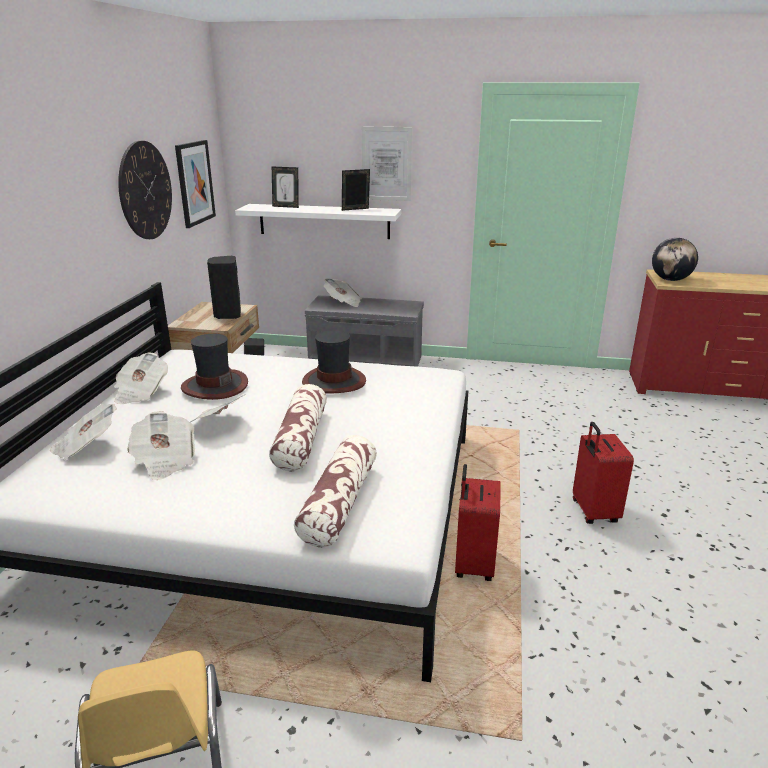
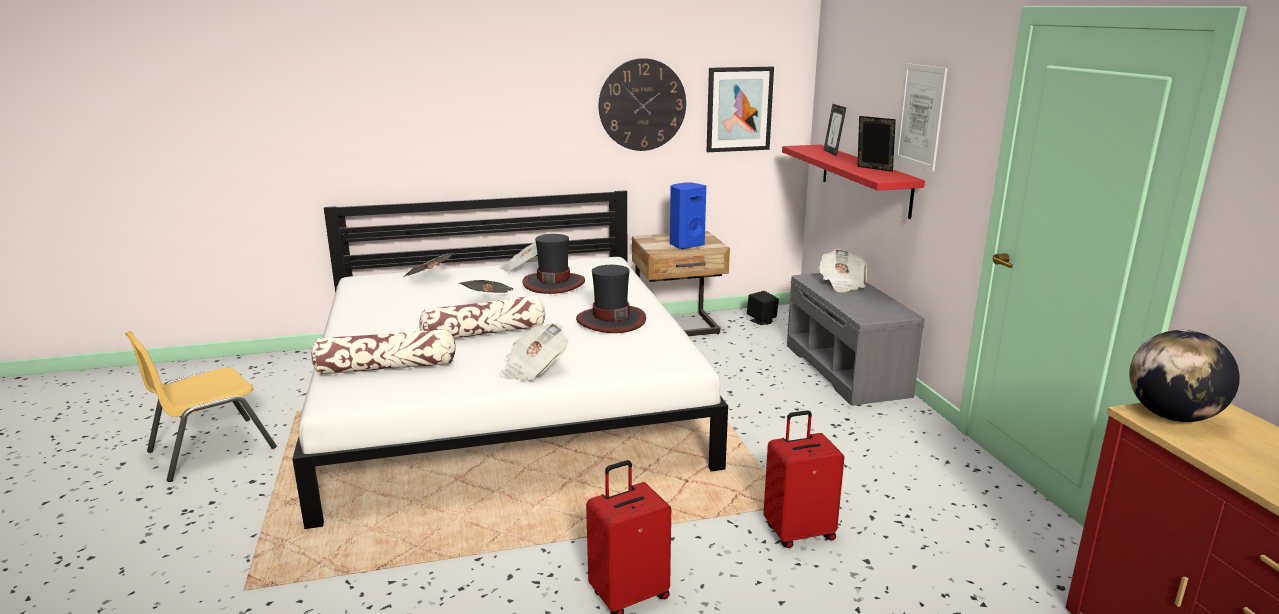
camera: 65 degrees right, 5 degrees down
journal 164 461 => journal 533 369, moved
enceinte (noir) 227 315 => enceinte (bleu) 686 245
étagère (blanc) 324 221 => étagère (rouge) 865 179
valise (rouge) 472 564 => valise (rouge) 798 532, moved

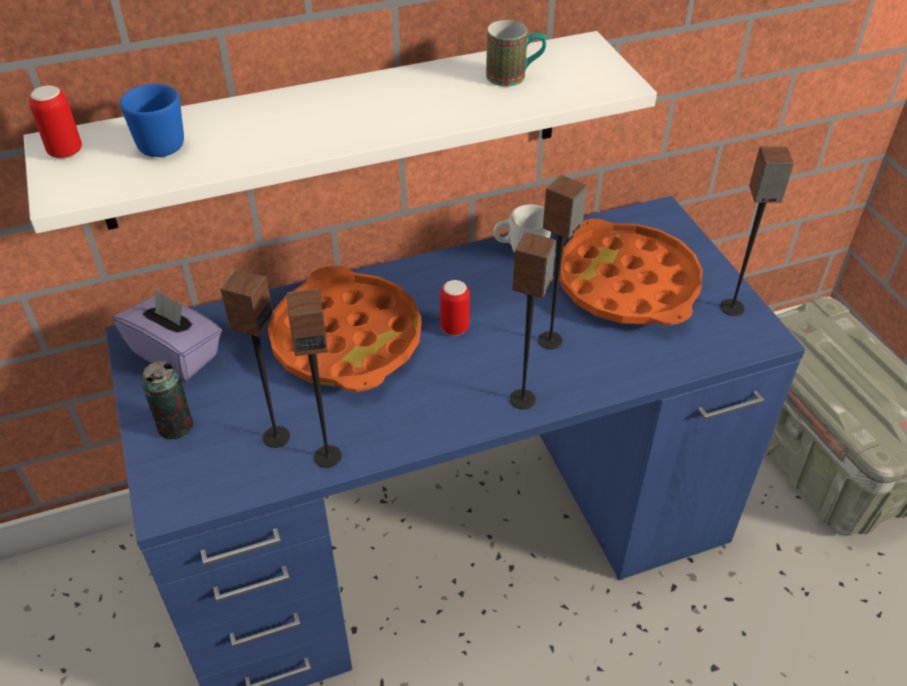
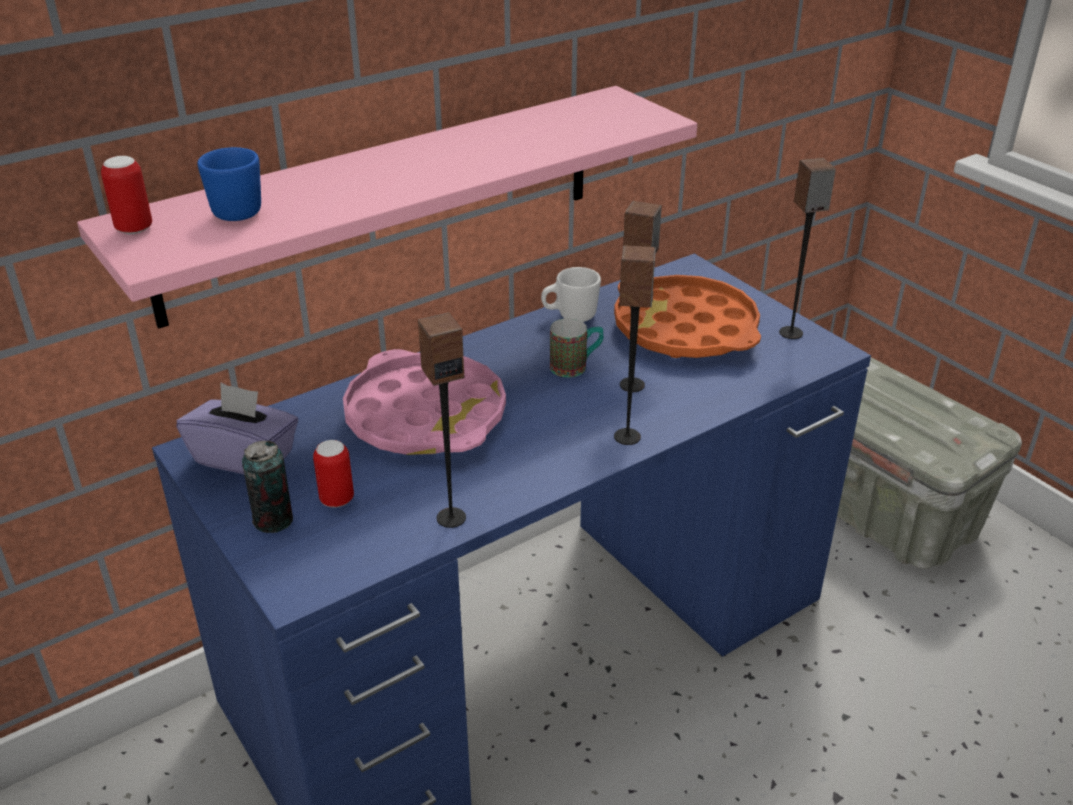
camera: 15 degrees left, 10 degrees down
étagère (blanc) 336 130 => étagère (rose) 385 201
enceinte 276 437 => nothing
plateau (orange) 347 339 => plateau (rose) 426 416
boîte métallique 454 328 => boîte métallique 337 499, moved
mug 514 77 => mug 576 366, moved

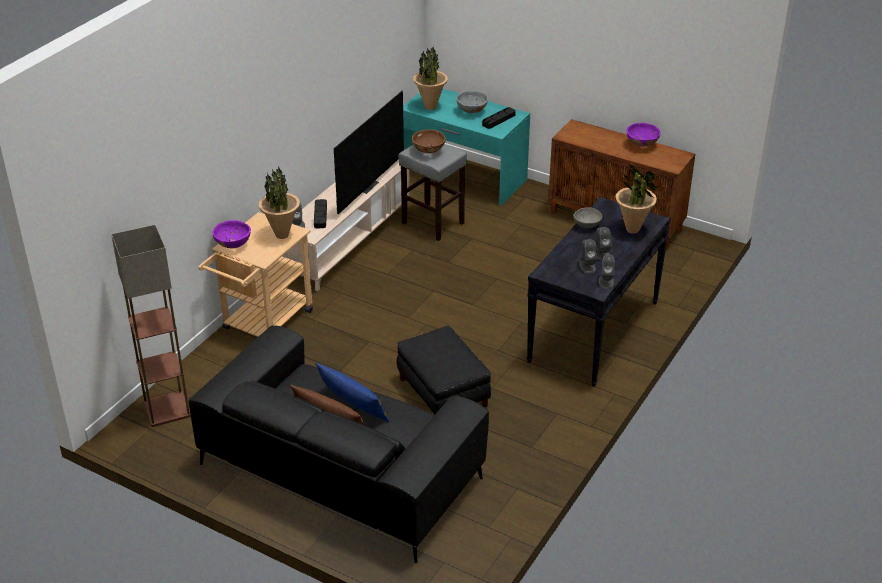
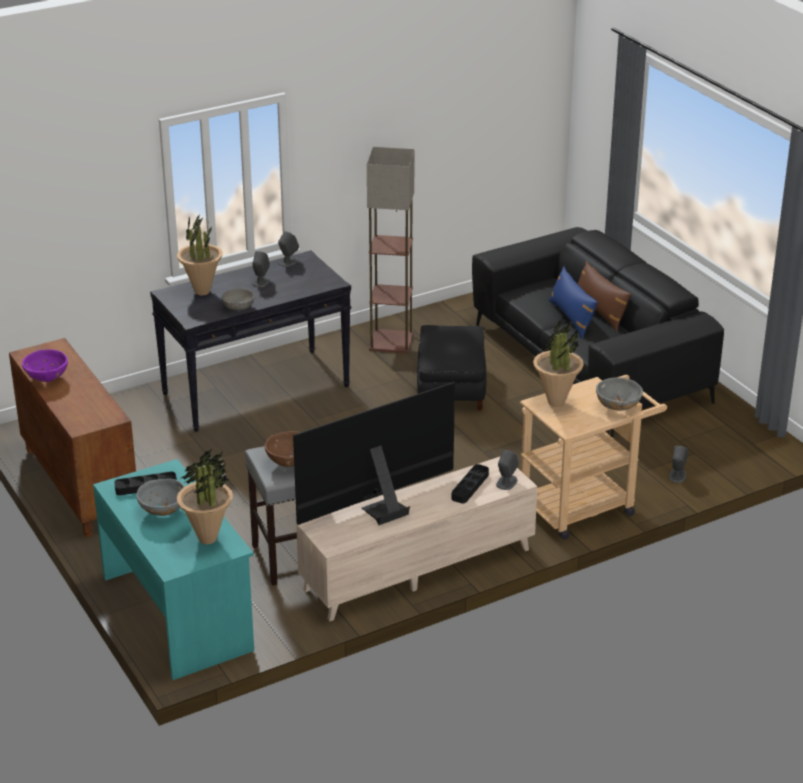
camera: 150 degrees left, 5 degrees down
lampadaire 166 410 => lampadaire 392 341, moved
bol (violet) 233 245 => bol (gris) 617 408
enceinte (gris) 587 266 => enceinte (gris) 677 475, moved

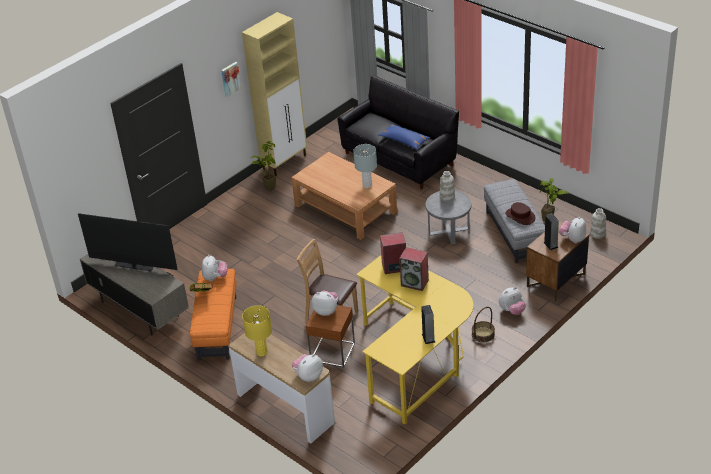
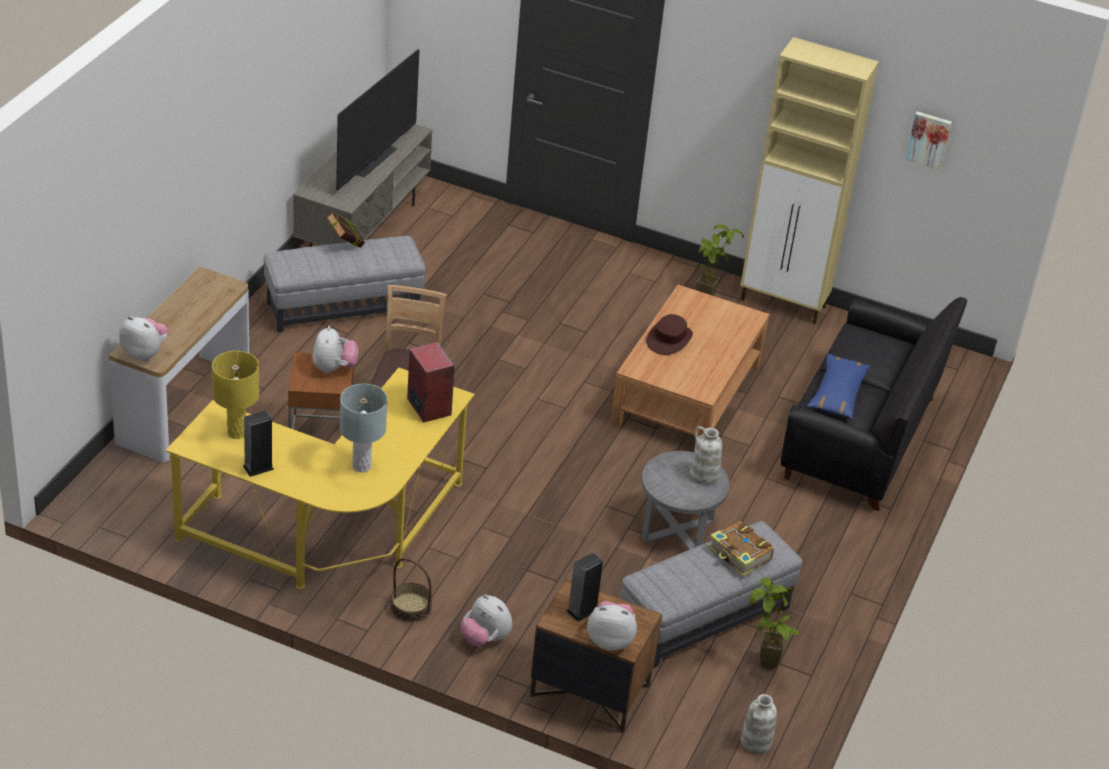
camera: 65 degrees right, 0 degrees up
téléviseur 134 266 => téléviseur 375 161, 150 degrees counterclockwise
pouf (orange) 217 327 => pouf (gris) 343 307
peluche 215 278 => nothing
tableau 230 78 => tableau 929 139, moved
lampe de table (jaune) 262 352 => lampe de table (jaune) 237 433, moved
lampe de table (gris) 367 185 => lampe de table (gris) 362 466, moved
enceinte 415 282 => nothing
chapeau (marron) 520 216 => chapeau (marron) 669 339, moved
nothing => livre 739 556

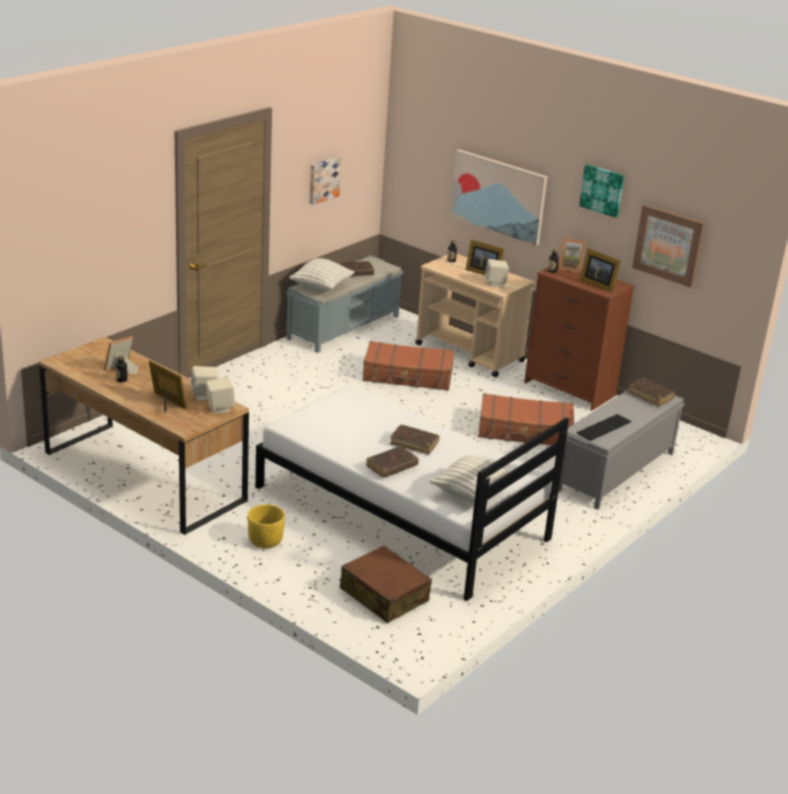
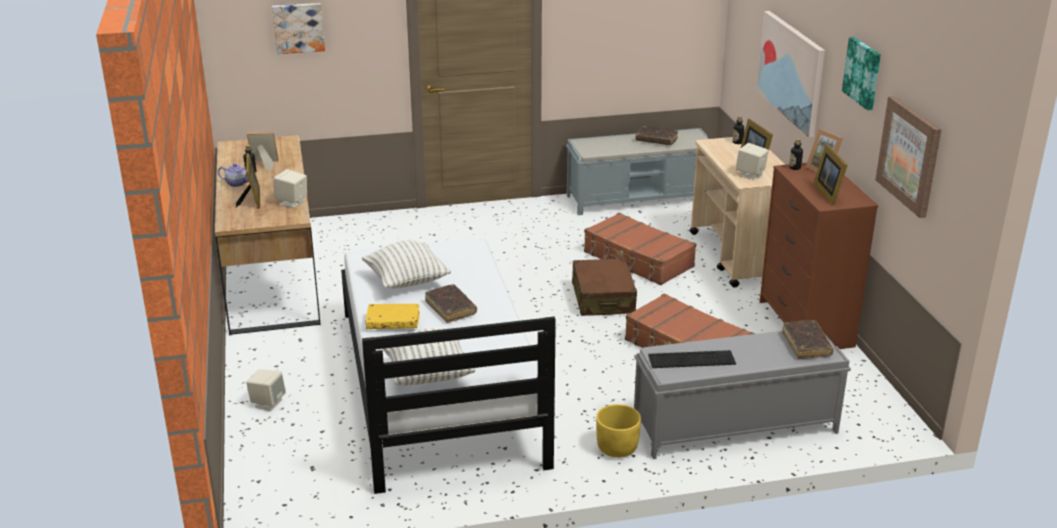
camera: 40 degrees right, 0 degrees up
enceinte (beige) 220 408 => enceinte (beige) 268 403, moved
cache-pot (jaune) 265 541 => cache-pot (jaune) 617 448, moved
coussin 321 287 => coussin 407 282, moved
tableau 323 179 => tableau 298 27, moved
valise (marron) 384 595 => valise (marron) 603 298, moved
livre (marron) 392 467 => livre (jaune) 393 322
nothing => théière 237 183

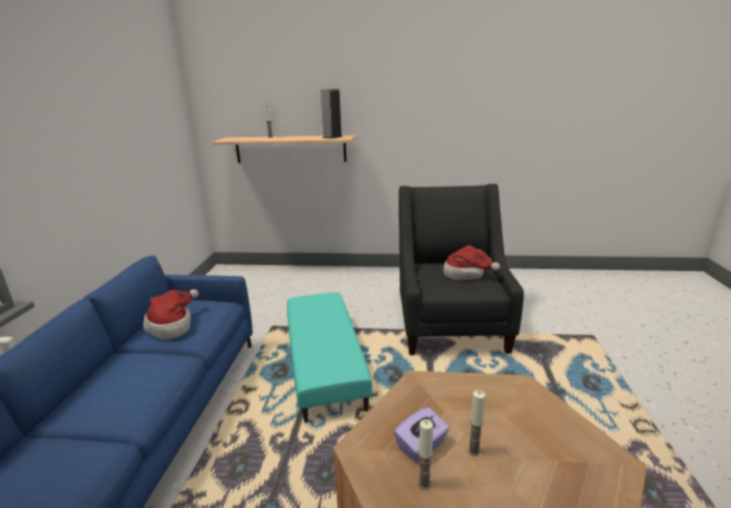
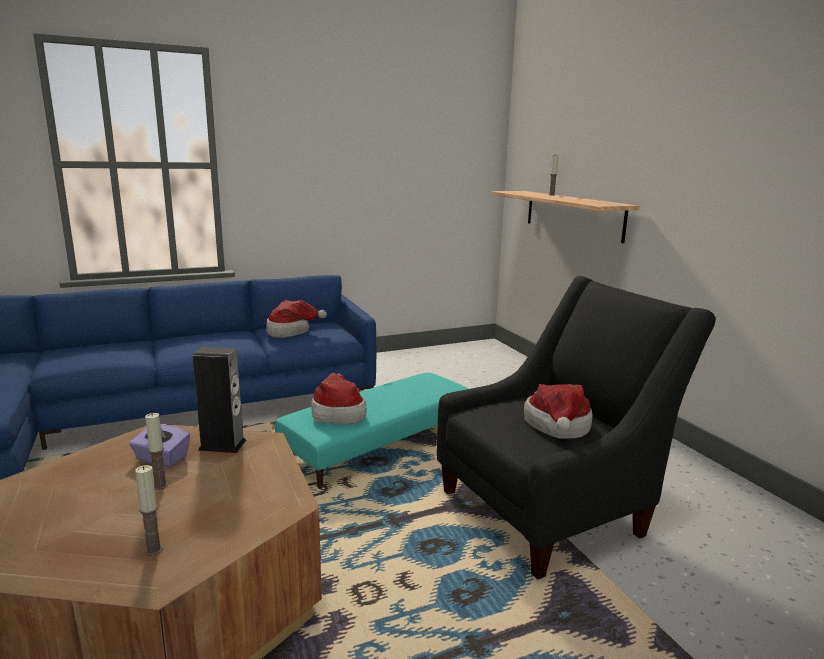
camera: 60 degrees right, 5 degrees down
enceinte 332 137 => enceinte 222 445, moved
bougie 424 483 => bougie 154 550, moved
nothing => chapeau 338 413

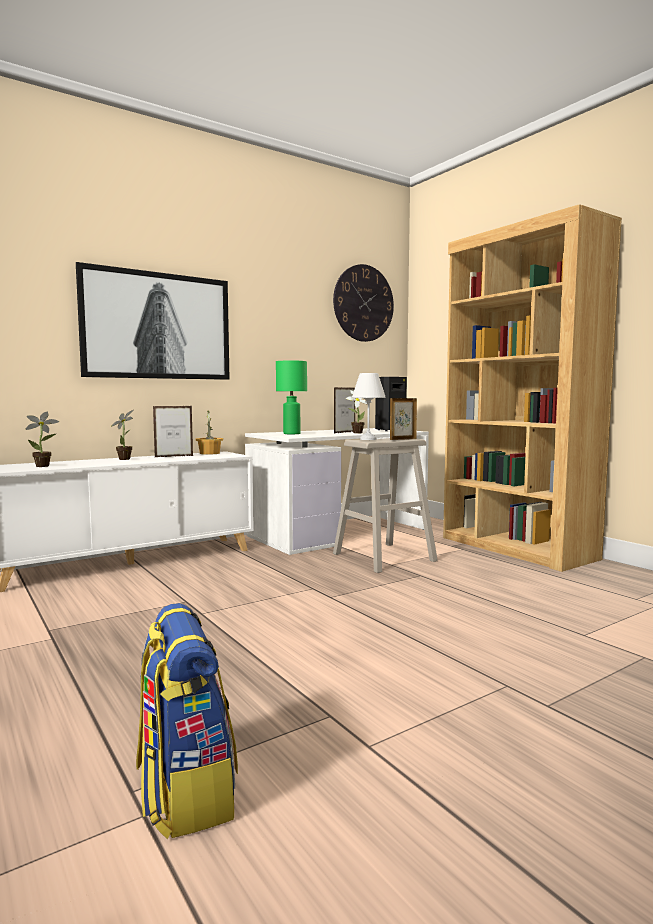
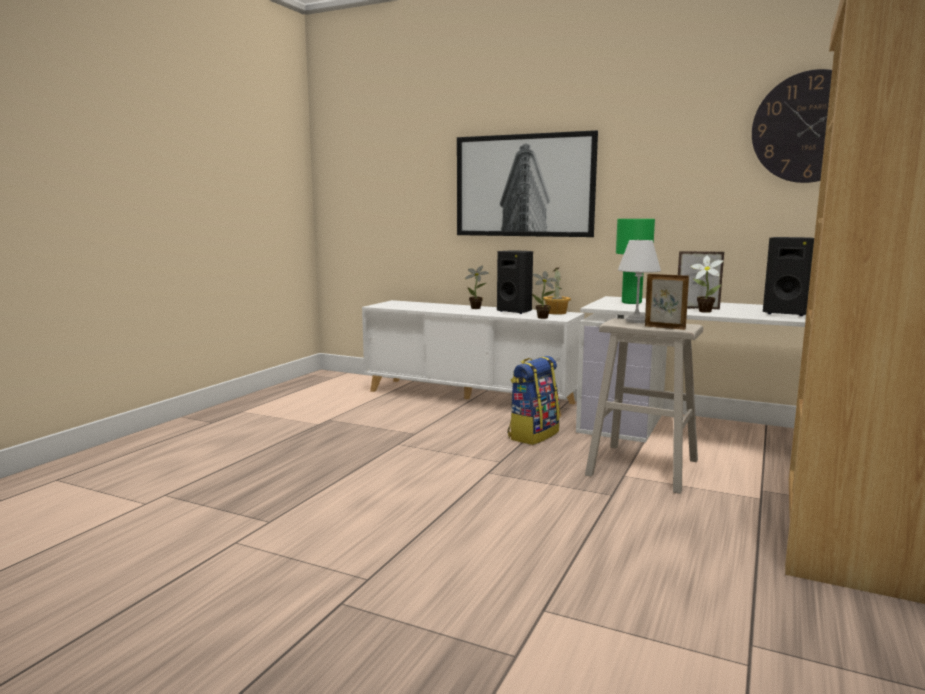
camera: 60 degrees right, 5 degrees up
plante en pot 45 466 => plante en pot 544 318, moved
sac à dos 185 791 => sac à dos 533 435, moved
cadre photo 174 456 => enceinte (noir) 515 311

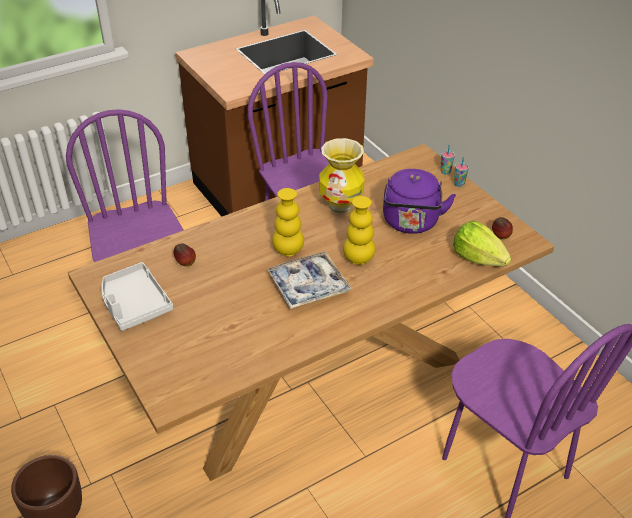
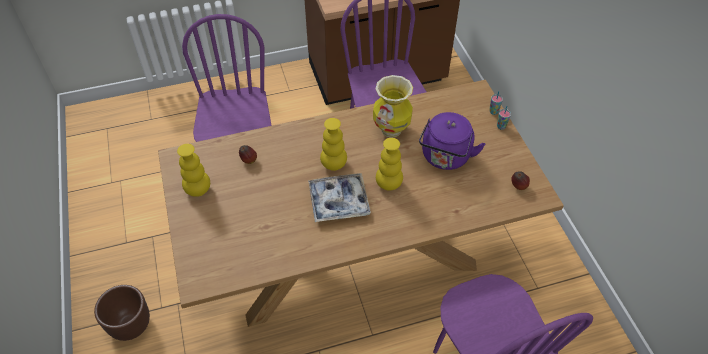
camera: 15 degrees right, 10 degrees up
plateau (gris) 134 304 => vase (jaune) 198 190
laitue 478 258 => nothing

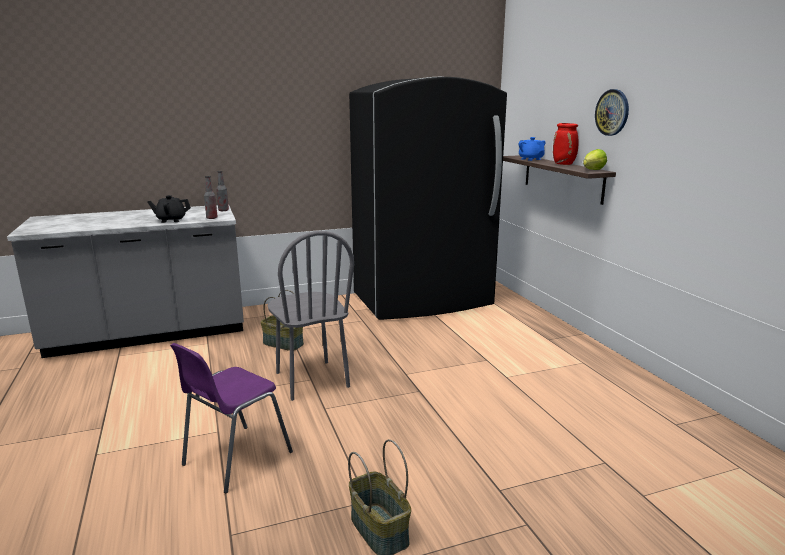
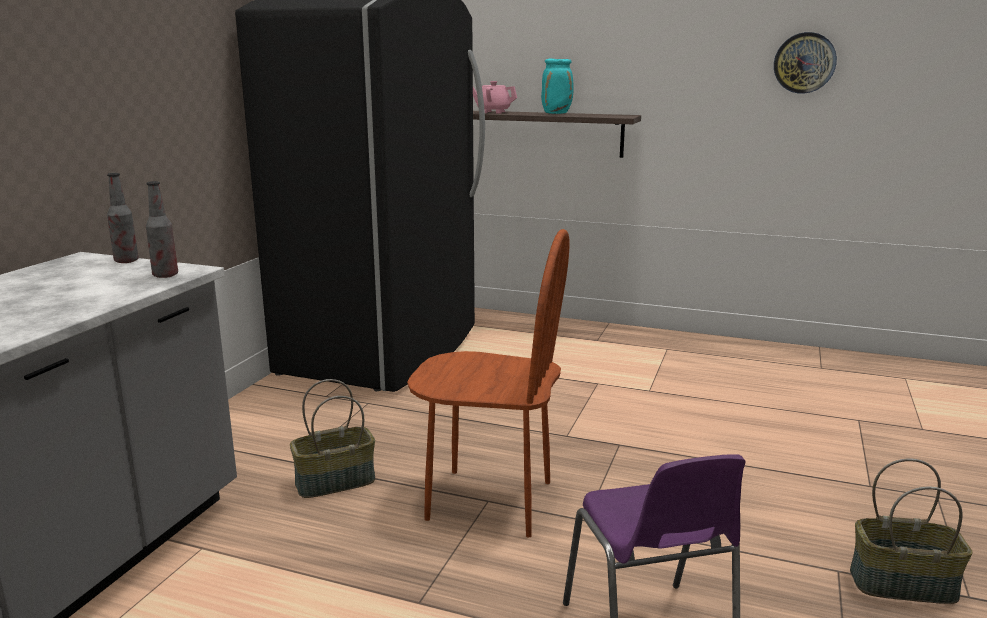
camera: 50 degrees left, 0 degrees up
théière (noir) 171 220 => nothing
chaise (gris) 311 380 => chaise (marron) 489 501
théière (bleu) 530 159 => théière (rose) 493 112
vase (rouge) 564 164 => vase (turquoise) 557 113
laitue 590 171 => nothing
horloge murale 612 112 => horloge murale 804 63, moved

